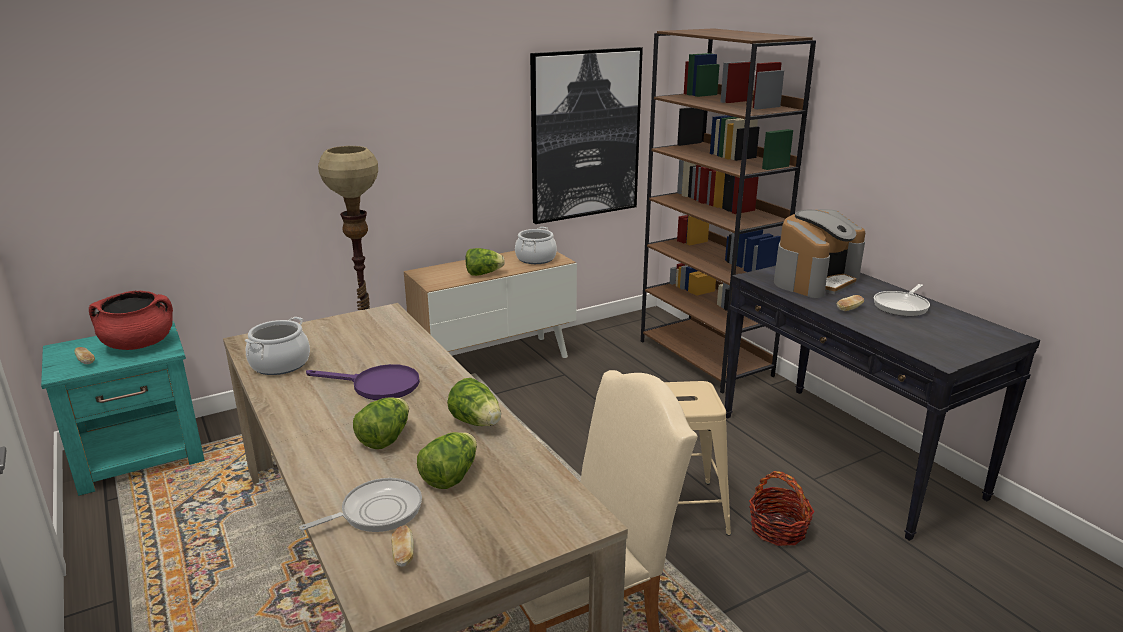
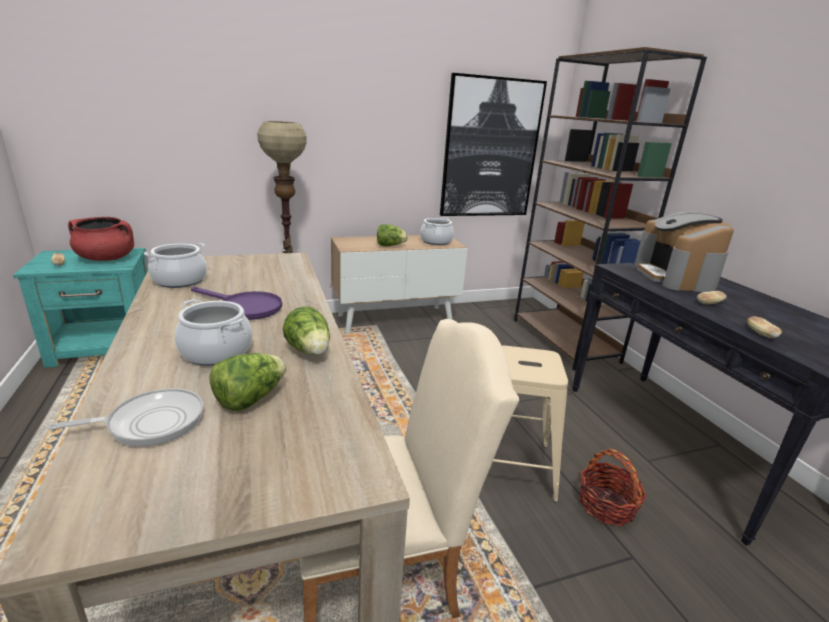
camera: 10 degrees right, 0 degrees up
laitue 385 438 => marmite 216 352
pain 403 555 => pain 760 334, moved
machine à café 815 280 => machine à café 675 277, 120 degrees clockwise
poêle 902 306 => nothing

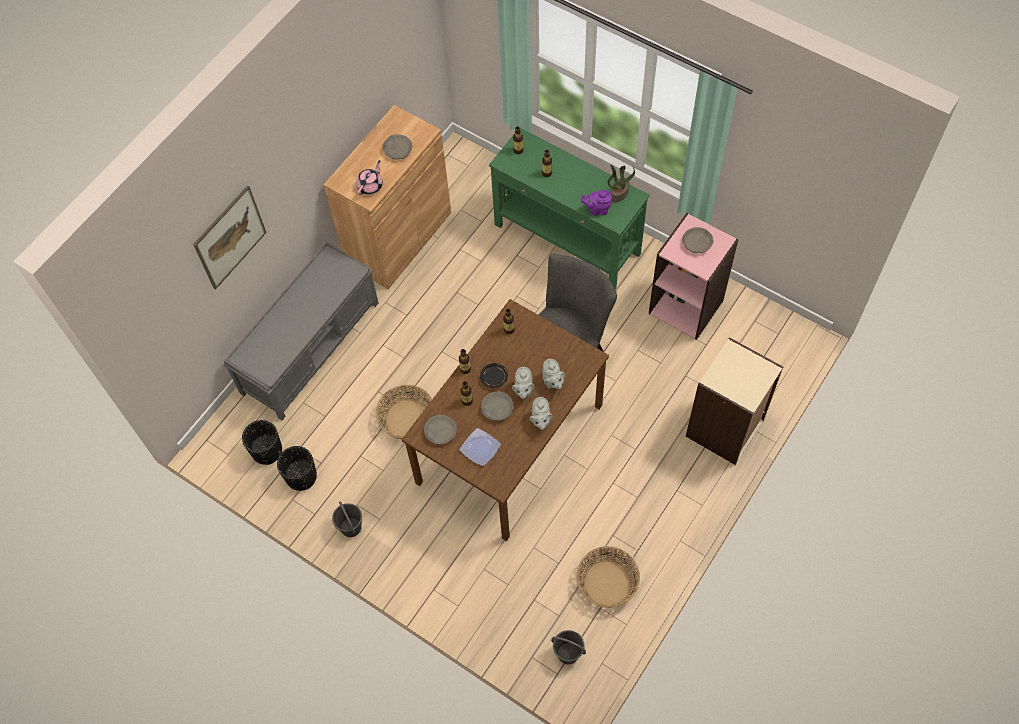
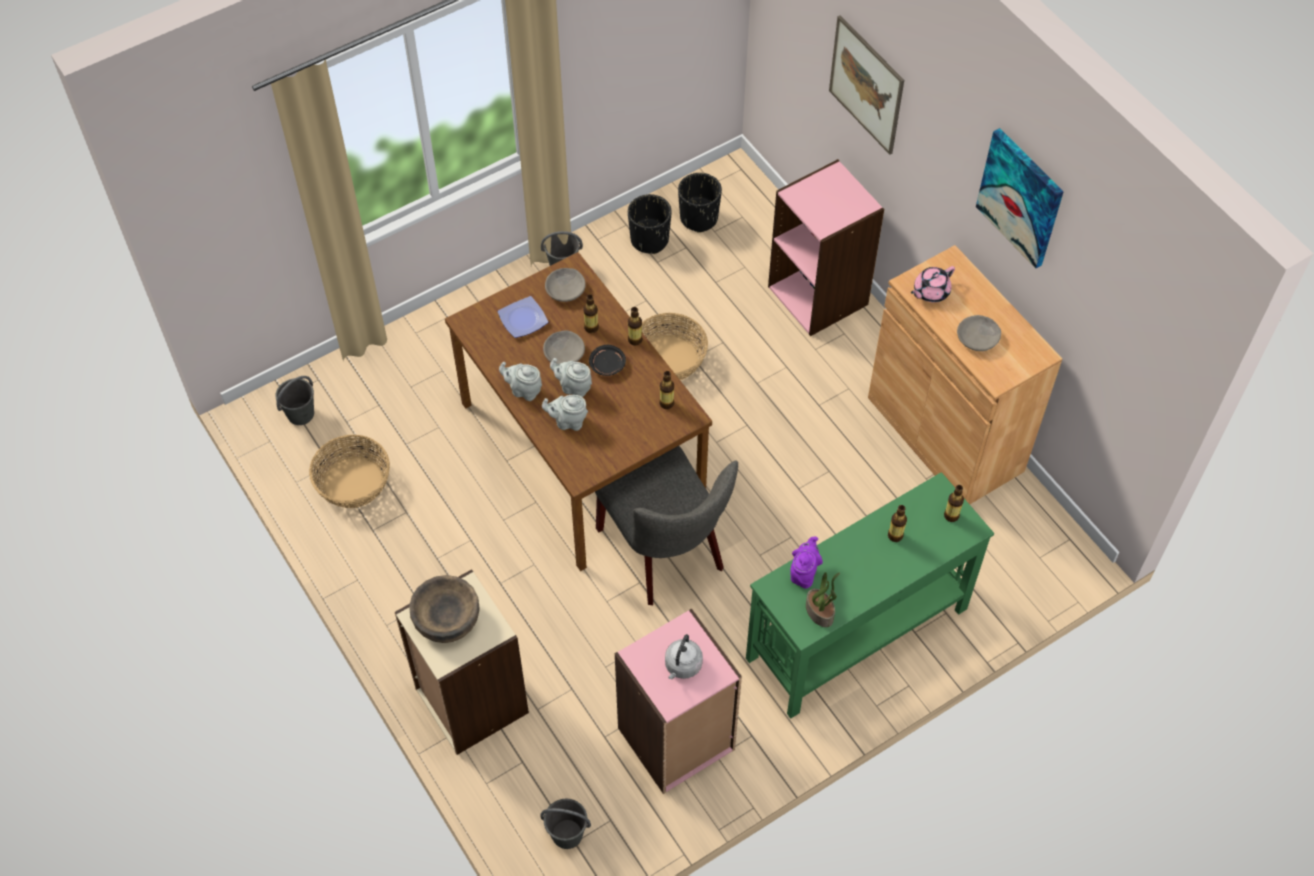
camera: 110 degrees right, 5 degrees down
banc (gris) 311 346 => bibliothèque (rose) 819 295
théière (rose) 370 185 => théière (rose) 930 291, 90 degrees clockwise
bol (gris) 697 243 => bouilloire (gris) 682 666
nothing => bol (marron) 447 619
nothing => seau (gris) 566 834
nothing => tableau 1021 197

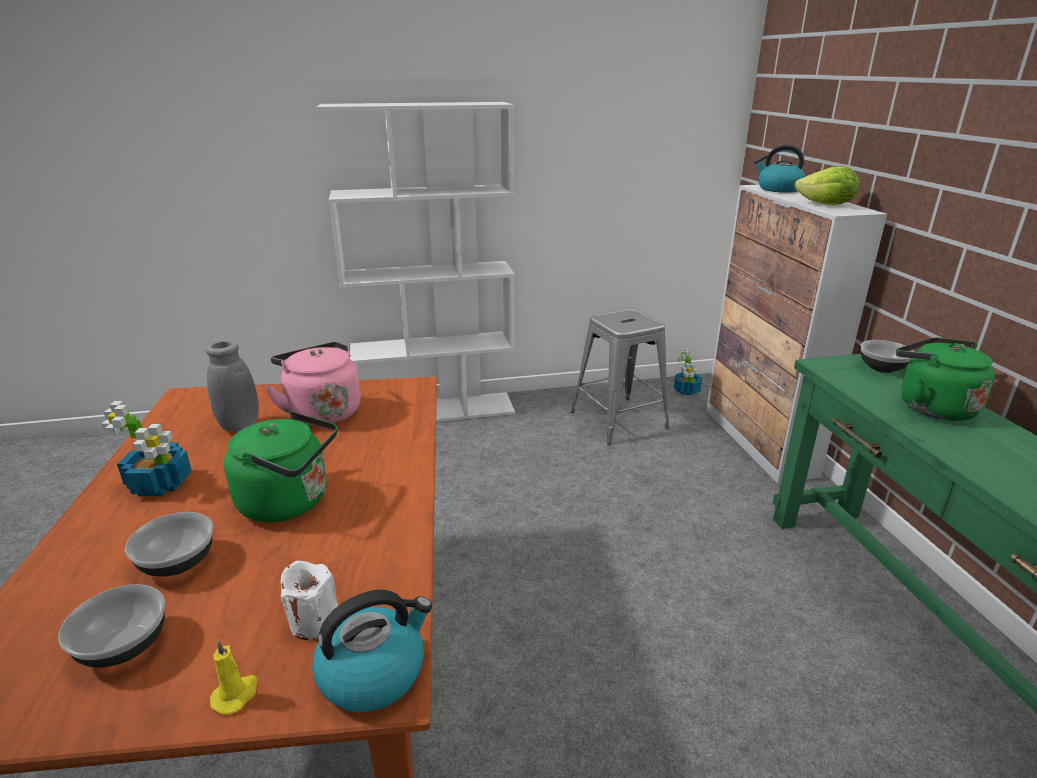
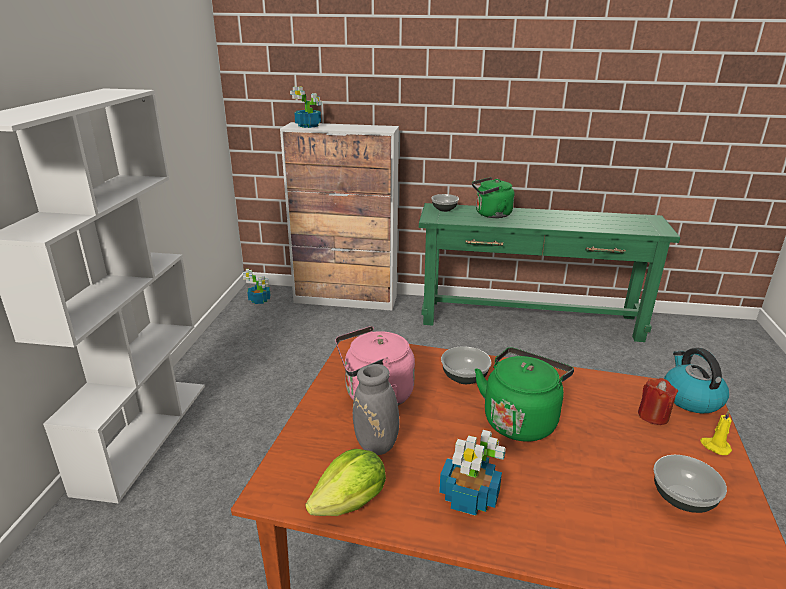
camera: 70 degrees left, 0 degrees up
bol 177 563 => bol 464 378, moved
bougie (blanc) 314 621 => bougie (rouge) 653 416
tabouret (gris) 618 420 => nothing
bouilloire 778 189 => plante en pot 308 126
laitue 826 205 => laitue 351 503, moved

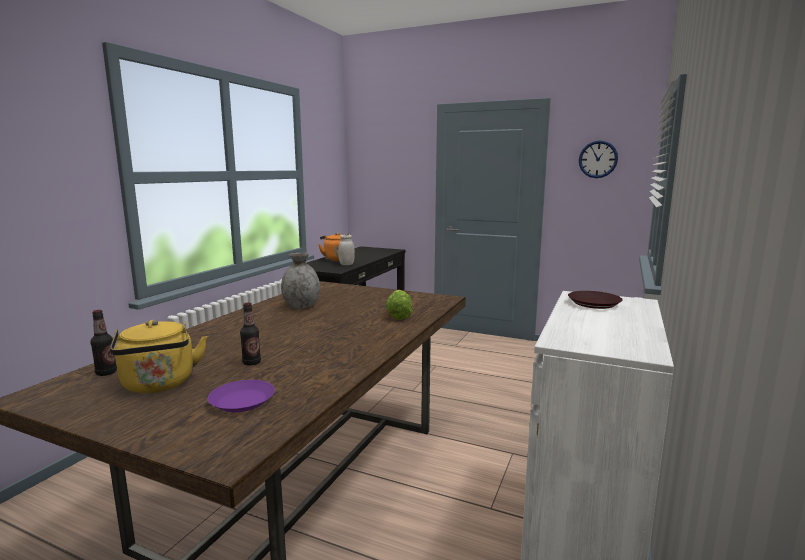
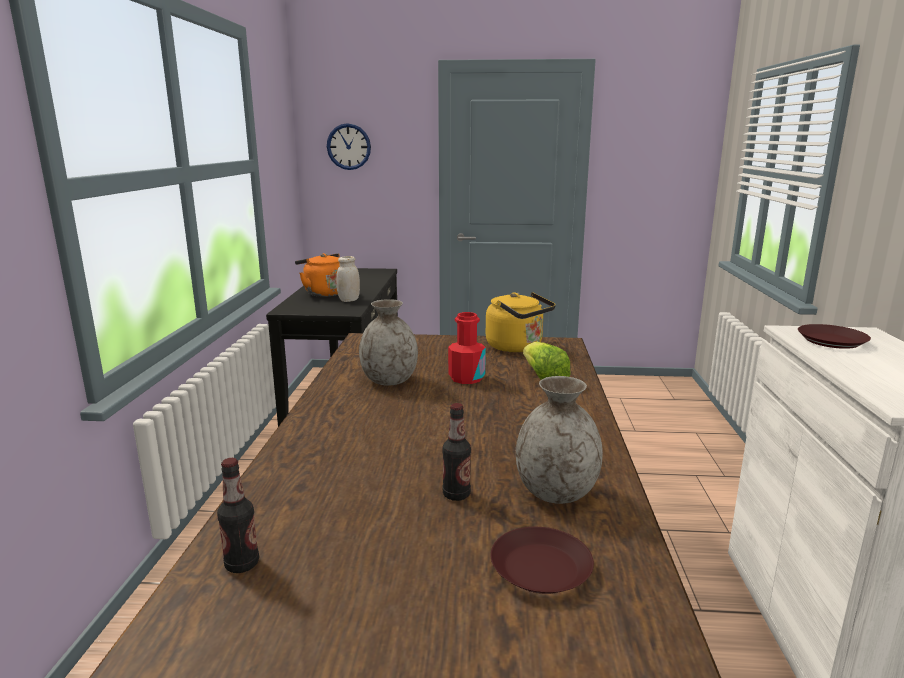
camera: 20 degrees left, 5 degrees up
bouilloire (jaune) 159 385 => bouilloire (jaune) 517 347, moved
assiette (violet) 243 401 => assiette (marron) 541 568
horloge murale 598 159 => horloge murale 348 146, moved
nothing => bouteille (rouge) 466 378
nothing => vase (gris) 555 492

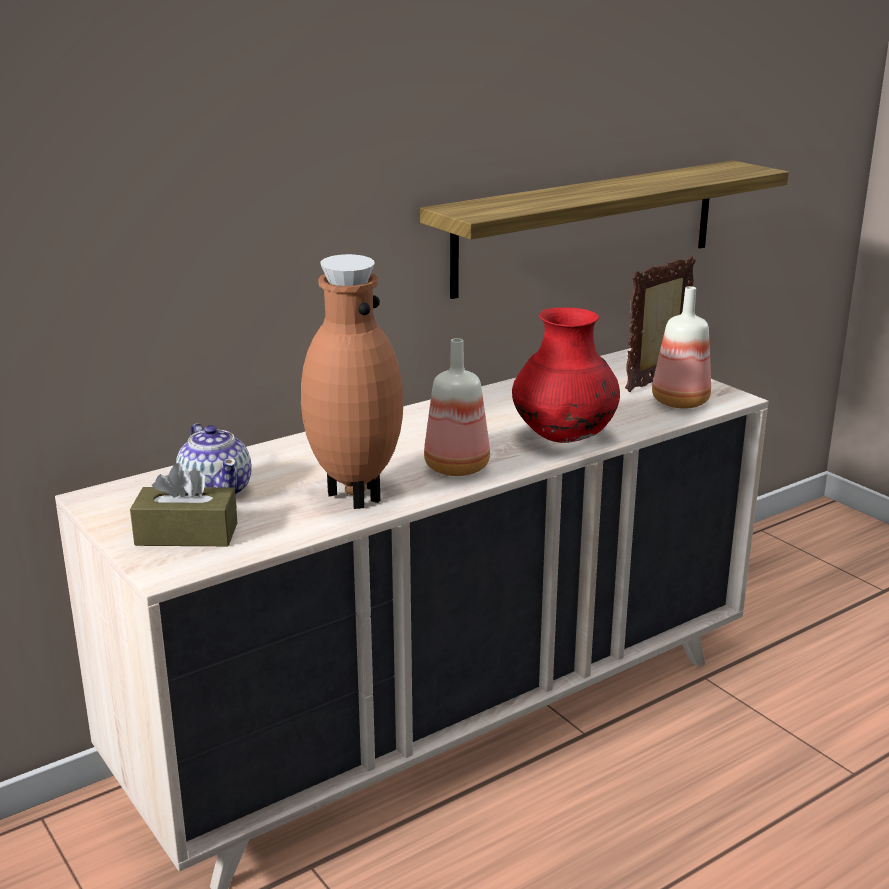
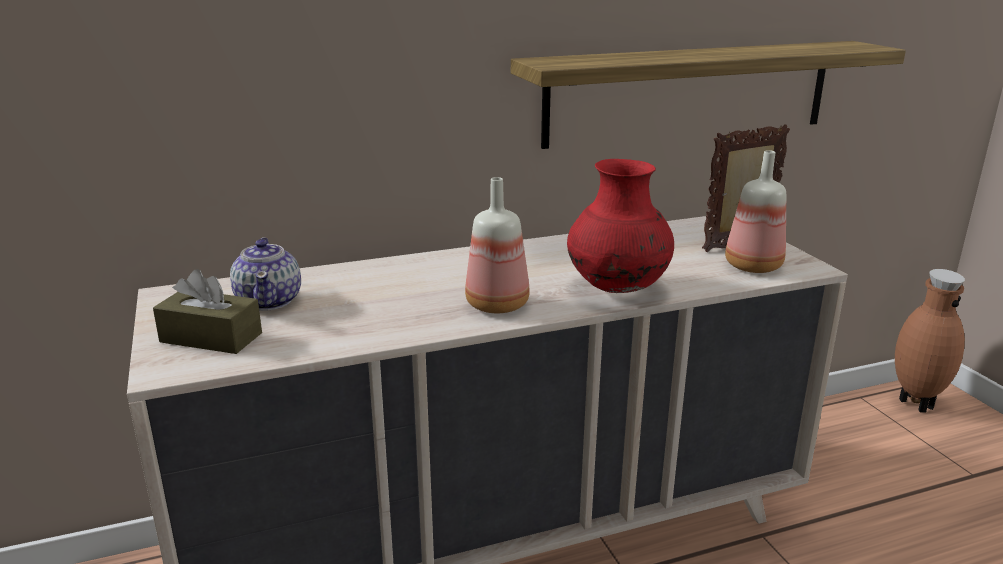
camera: 15 degrees right, 0 degrees up
vase (marron) 353 495 => vase (marron) 914 403, moved

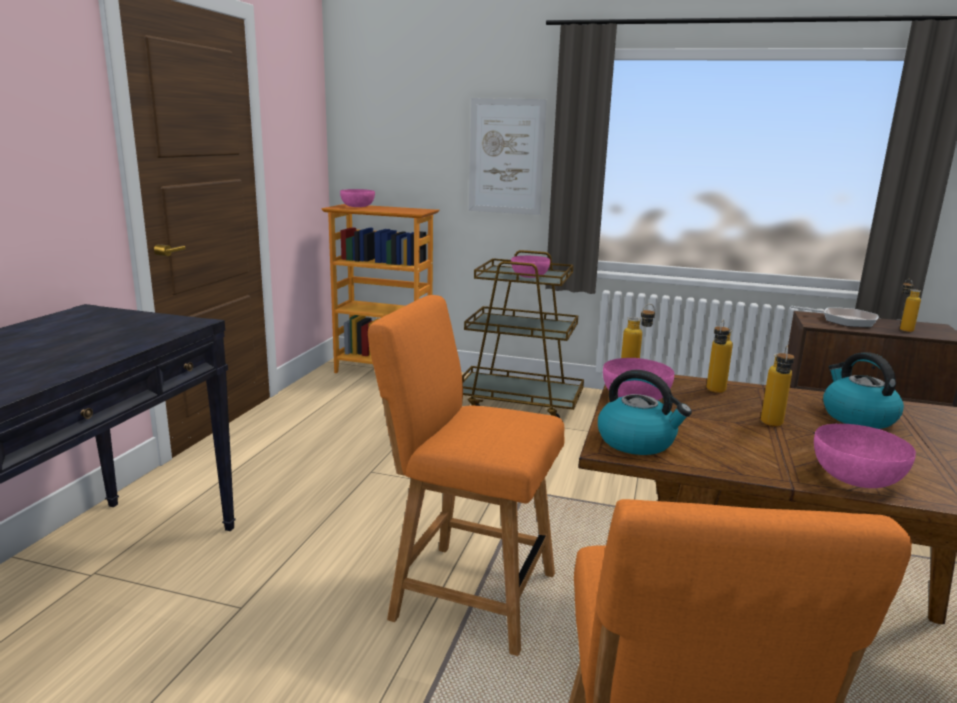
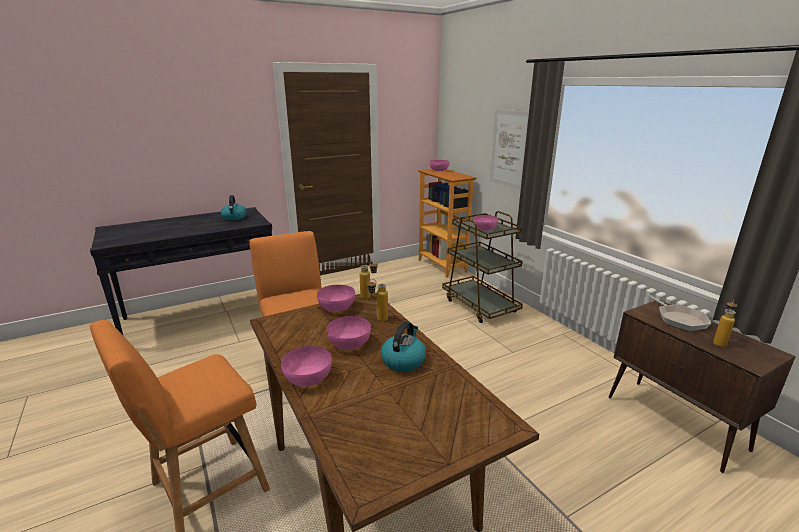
camera: 45 degrees right, 5 degrees up
bouilloire 637 442 => bouilloire 234 218, moved
bouteille 772 426 => bol (rose) 350 344

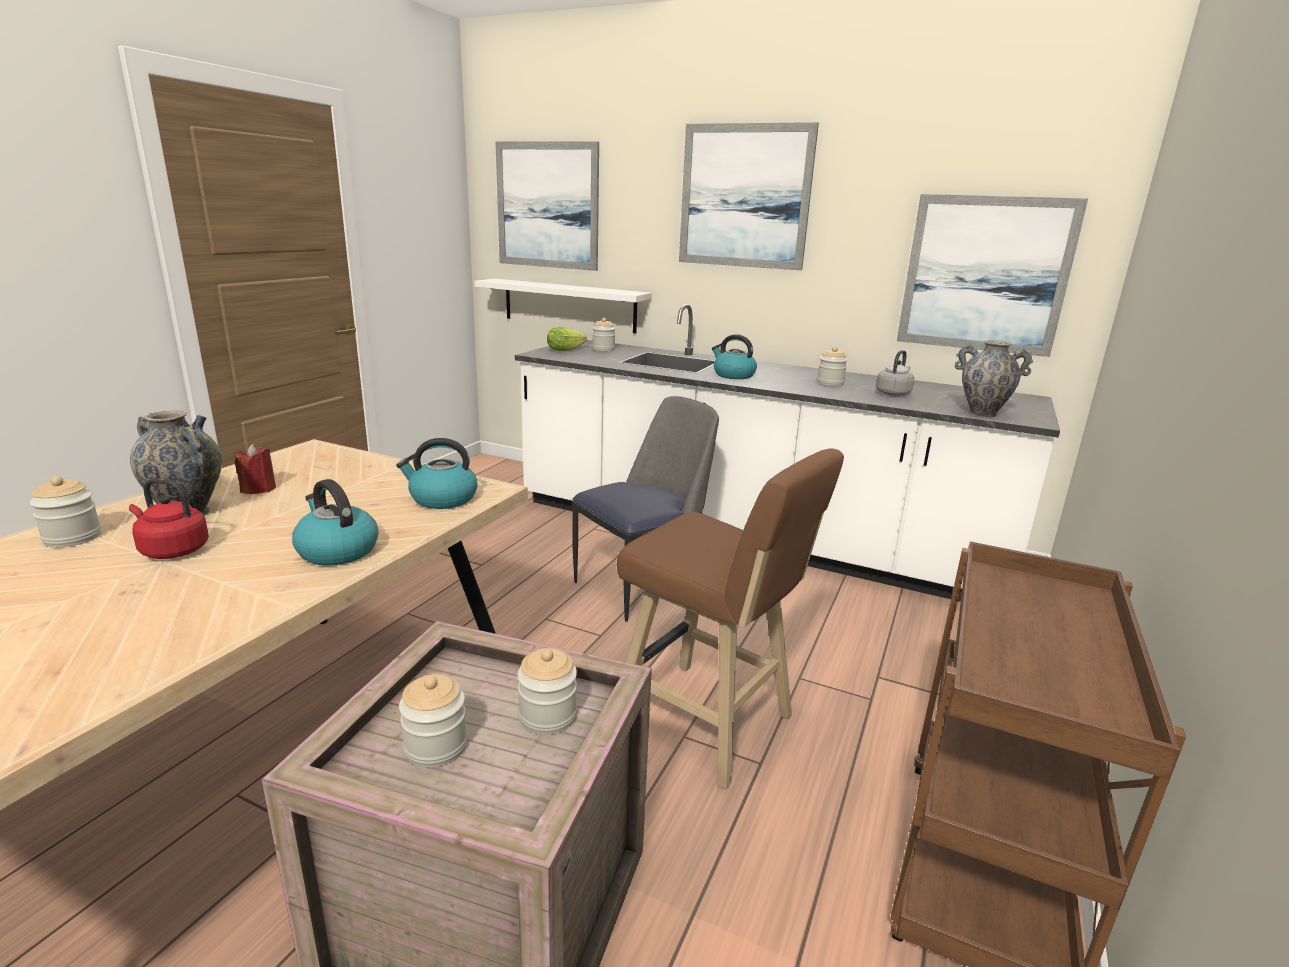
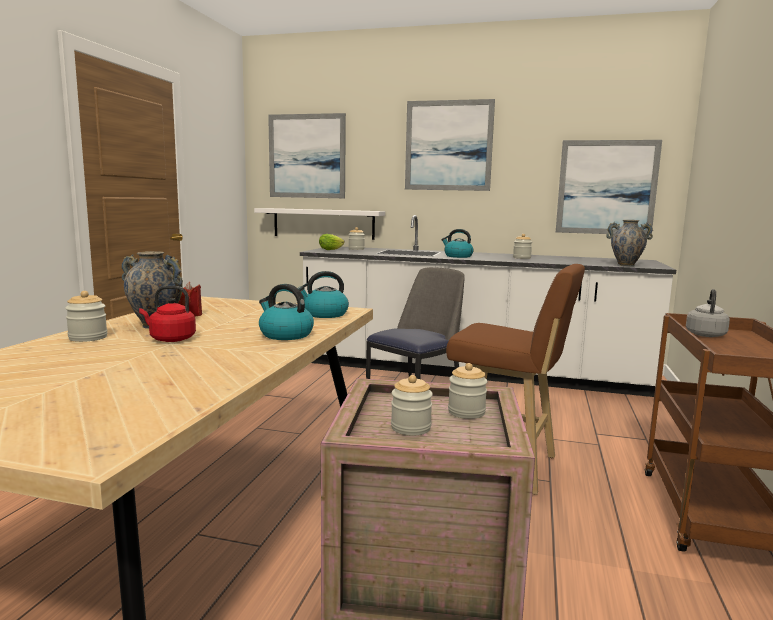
camera: 10 degrees left, 10 degrees down
bouilloire (gris) 893 393 => bouilloire (gris) 705 334, moved

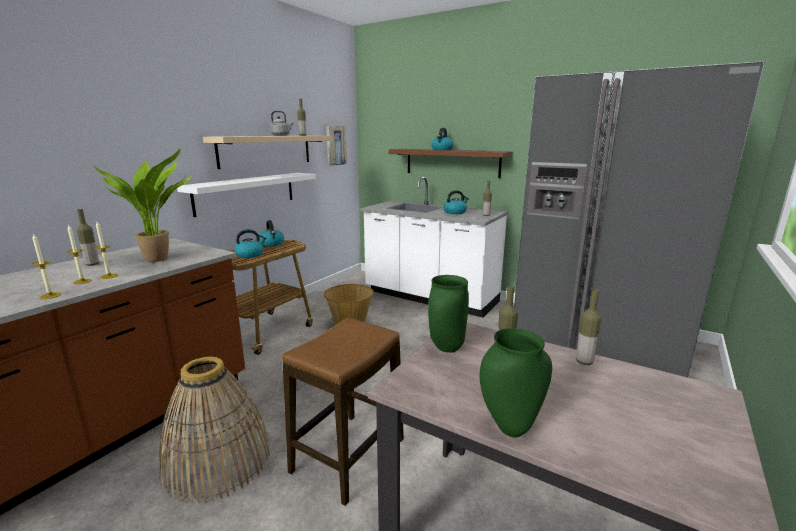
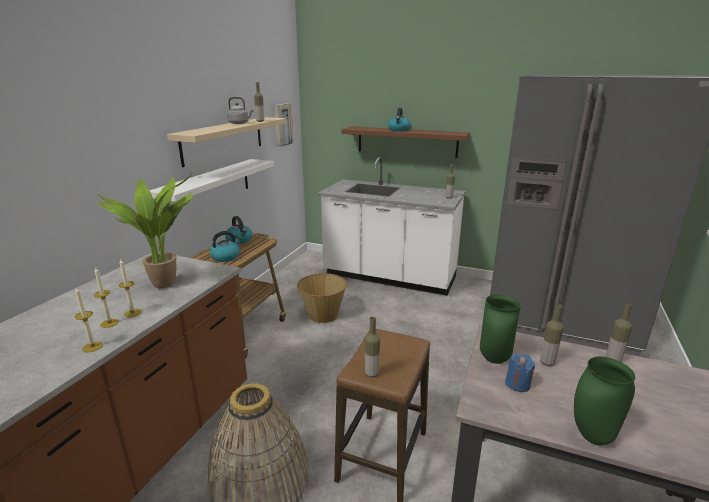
camera: 10 degrees left, 5 degrees up
bouteille 92 264 => bouteille 371 374, moved
bouilloire 455 212 => nothing
nothing => bougie (bleu) 517 384

